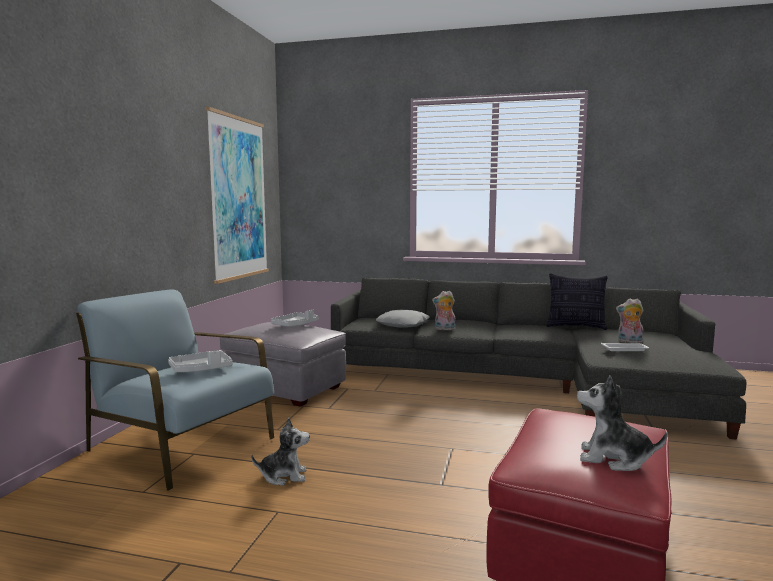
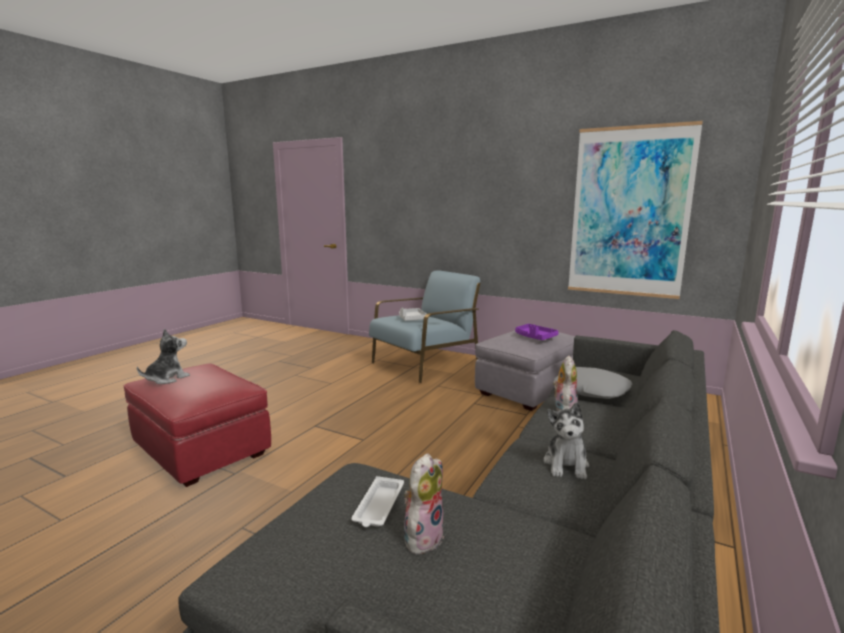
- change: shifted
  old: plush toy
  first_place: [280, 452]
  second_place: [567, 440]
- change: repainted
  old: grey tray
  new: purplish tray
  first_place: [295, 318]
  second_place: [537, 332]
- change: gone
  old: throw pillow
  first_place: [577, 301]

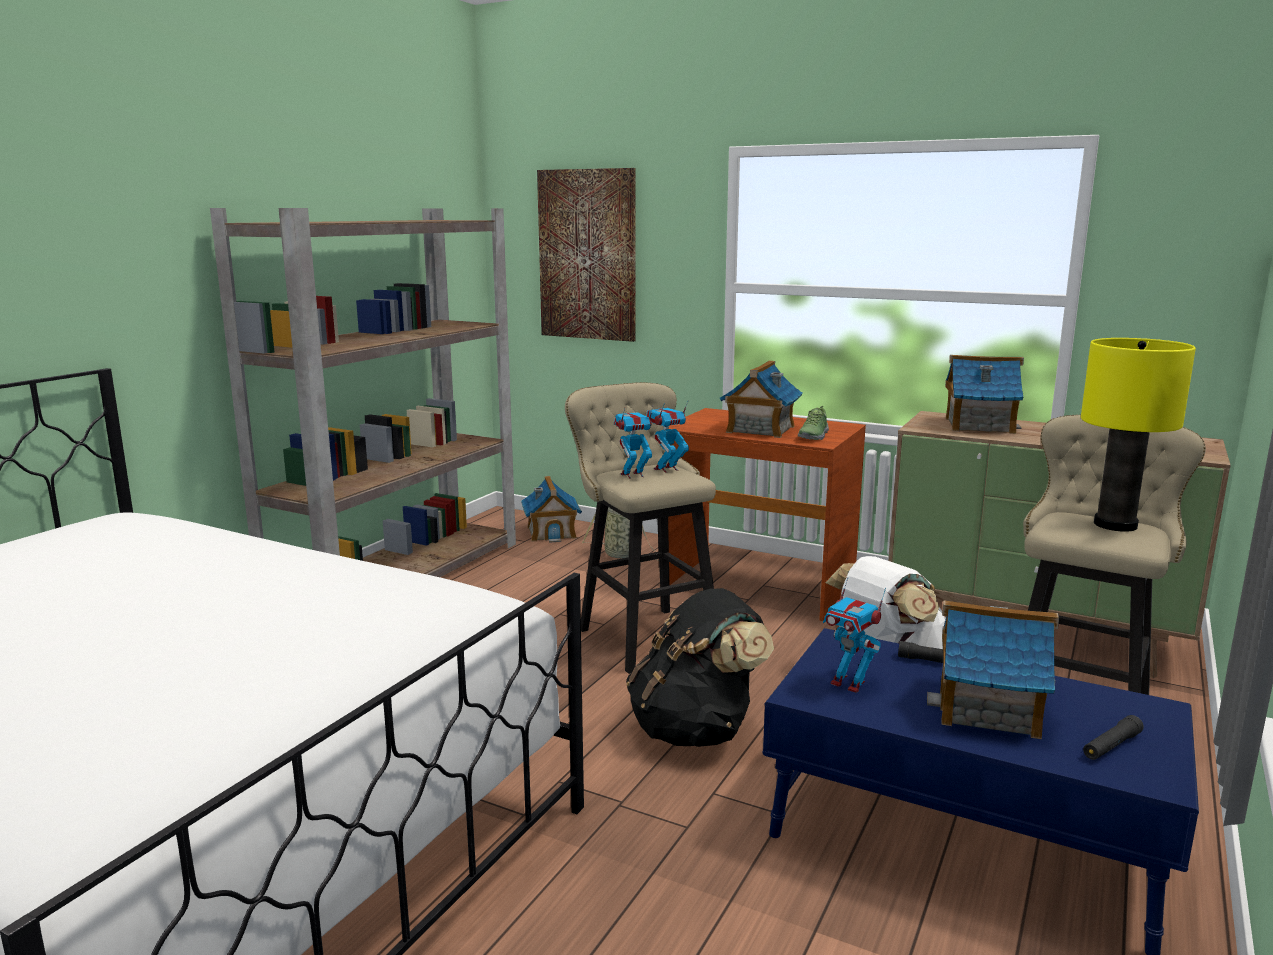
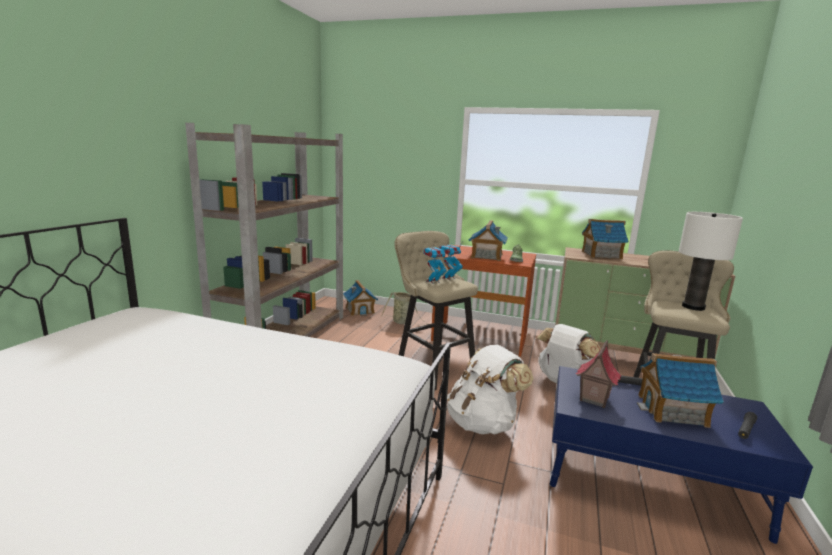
- change: gone
  old: picture
  first_place: [586, 255]
- change: repainted
  old: black-coloured backpack
  new: whitish backpack
  first_place: [700, 667]
  second_place: [490, 390]
- change: swapped
  old: robot figure
  new: miniature house
  first_place: [854, 635]
  second_place: [598, 374]
- change: repainted
  old: yellowish table lamp
  new: whitish table lamp
  first_place: [1138, 435]
  second_place: [711, 261]

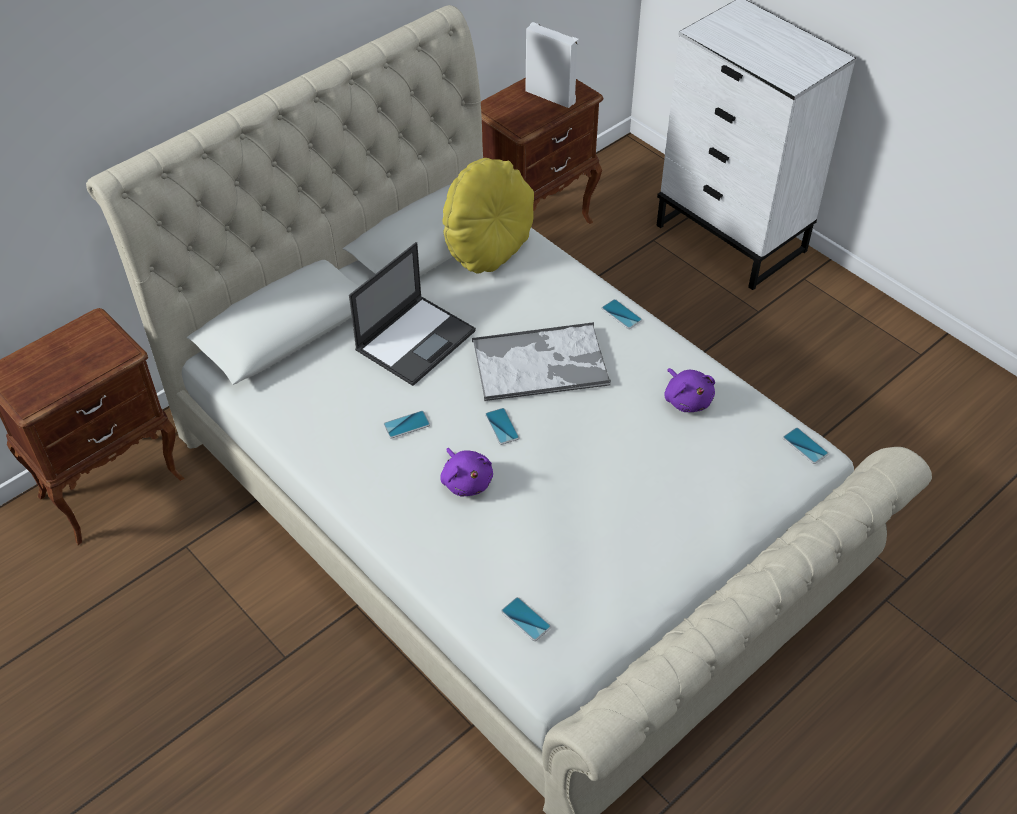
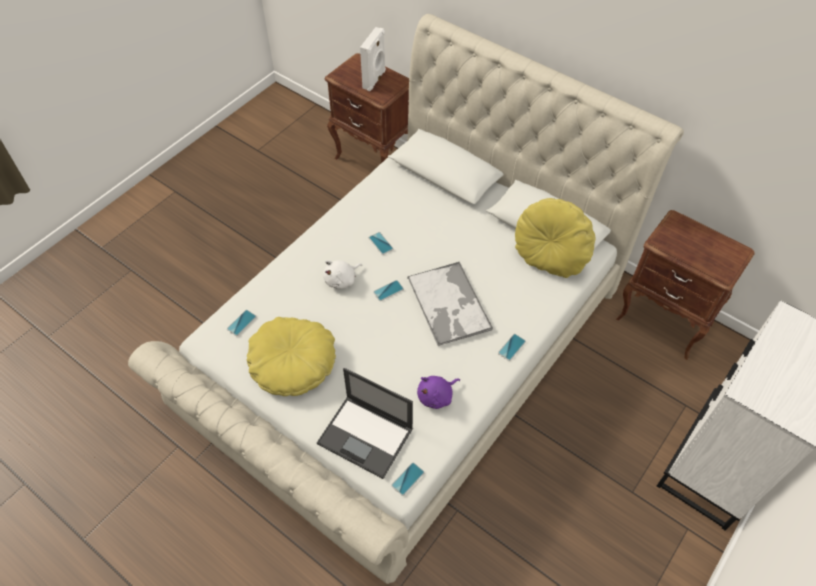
- change: shifted
  old: laptop
  first_place: [412, 314]
  second_place: [365, 423]
- change: repainted
  old: purplish plush toy
  new: whitish plush toy
  first_place: [466, 472]
  second_place: [342, 274]
- change: shifted
  old: whitish audio speaker
  first_place: [552, 65]
  second_place: [373, 59]
- change: new
  new: yellowish throw pillow
  second_place: [291, 356]

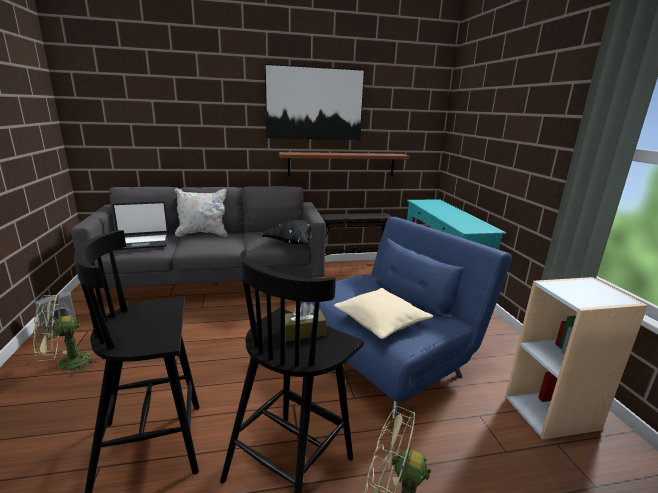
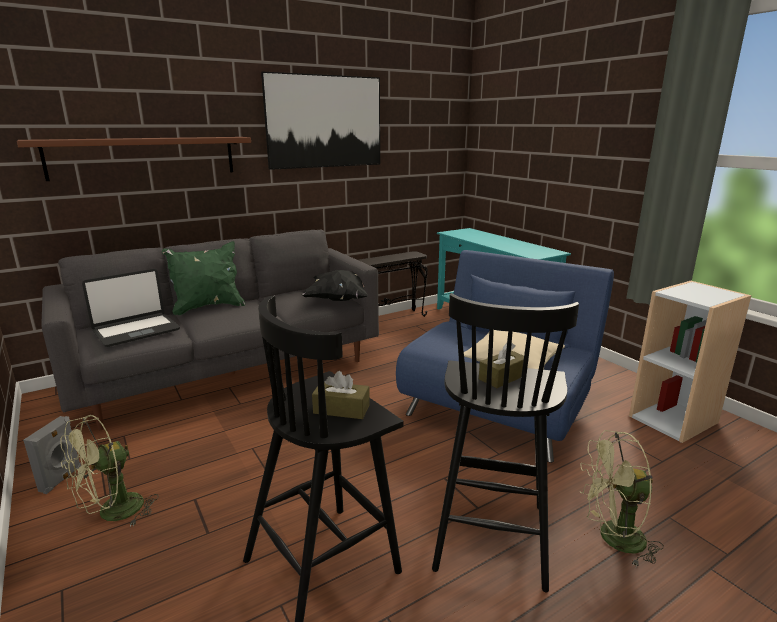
- change: repainted
  old: whitish throw pillow
  new: green throw pillow
  first_place: [200, 212]
  second_place: [203, 278]
- change: shifted
  old: brownish wall shelf
  first_place: [344, 164]
  second_place: [134, 159]
- change: new
  new: brownish tissue holder
  second_place: [341, 395]

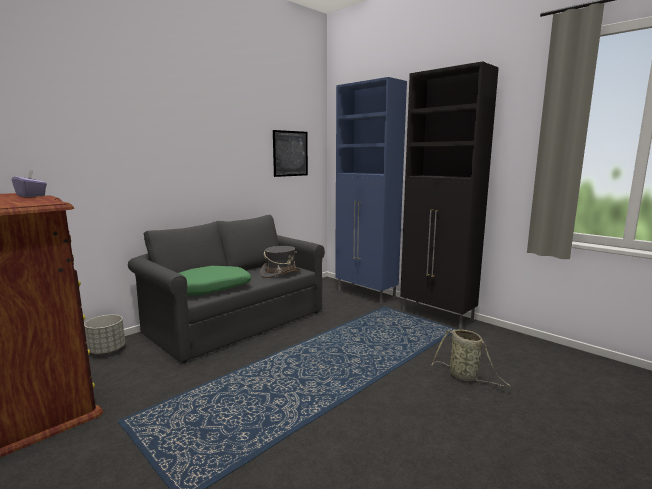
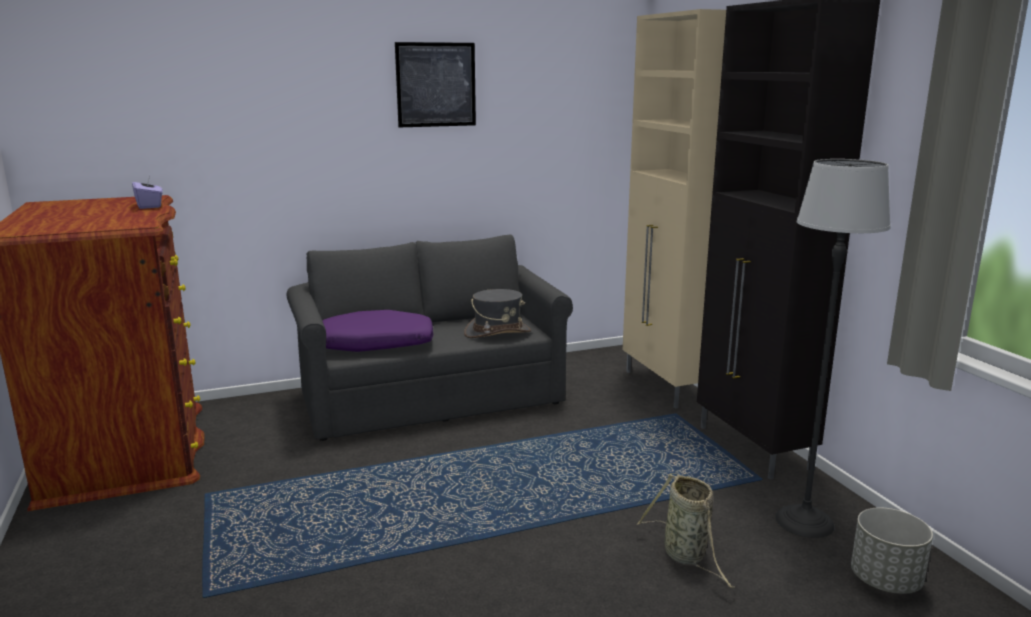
- change: shifted
  old: grey flower pot
  first_place: [104, 334]
  second_place: [892, 551]
- change: repainted
  old: green throw pillow
  new: purplish throw pillow
  first_place: [215, 280]
  second_place: [378, 331]
- change: shifted
  old: picture
  first_place: [290, 153]
  second_place: [435, 84]
- change: repainted
  old: bluish cabinet
  new: beige cabinet
  first_place: [371, 190]
  second_place: [674, 209]
- change: new
  new: floor lamp
  second_place: [833, 348]

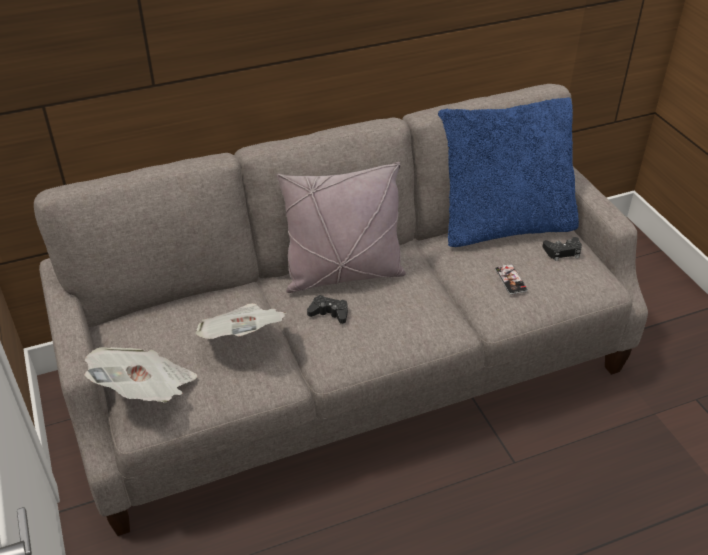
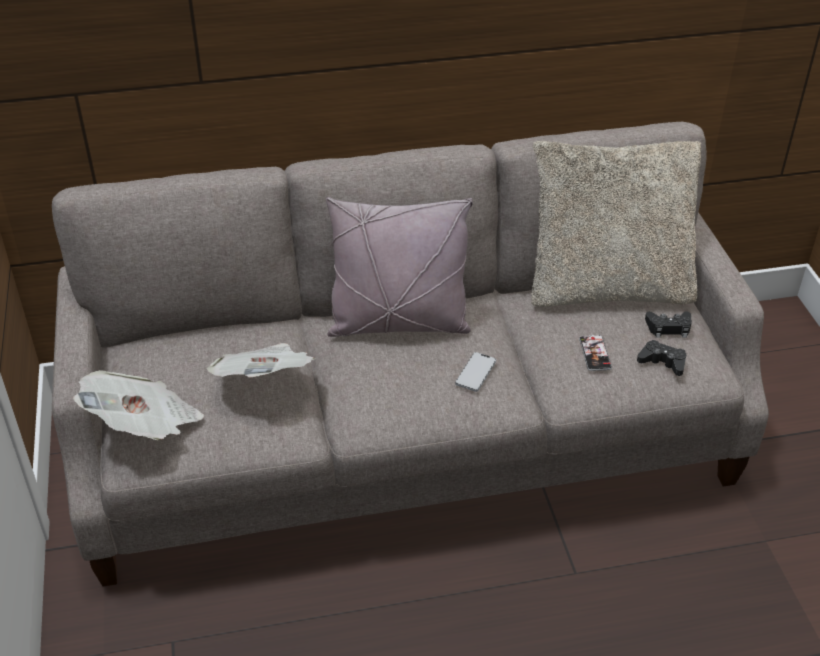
- change: shifted
  old: black-coloured game controller
  first_place: [327, 309]
  second_place: [661, 358]
- change: repainted
  old: bluish throw pillow
  new: beige throw pillow
  first_place: [508, 172]
  second_place: [616, 223]
- change: new
  new: handset
  second_place: [475, 372]

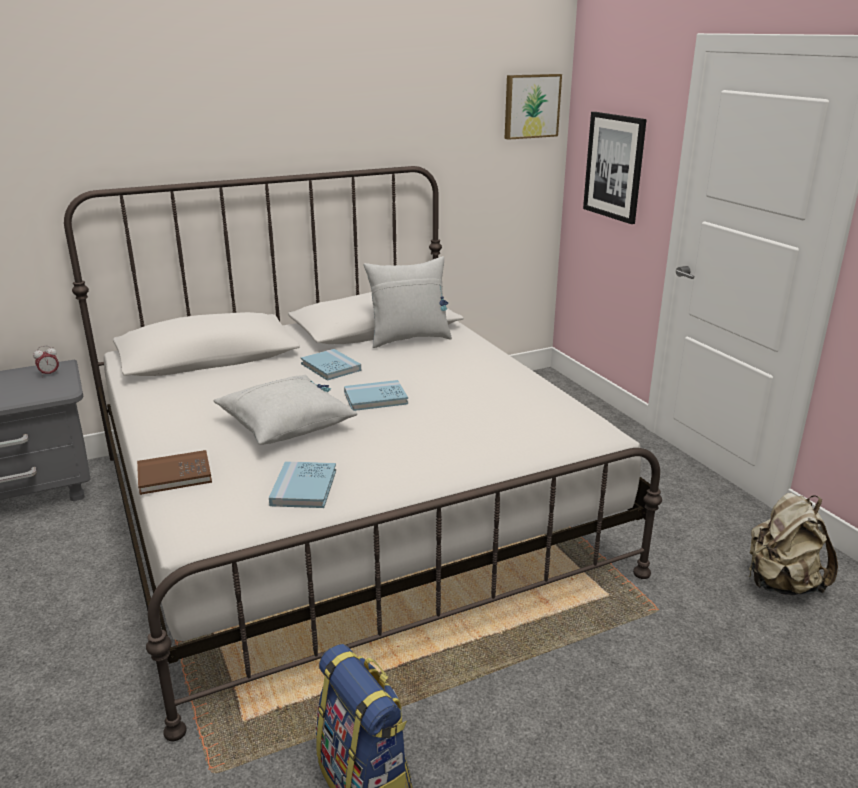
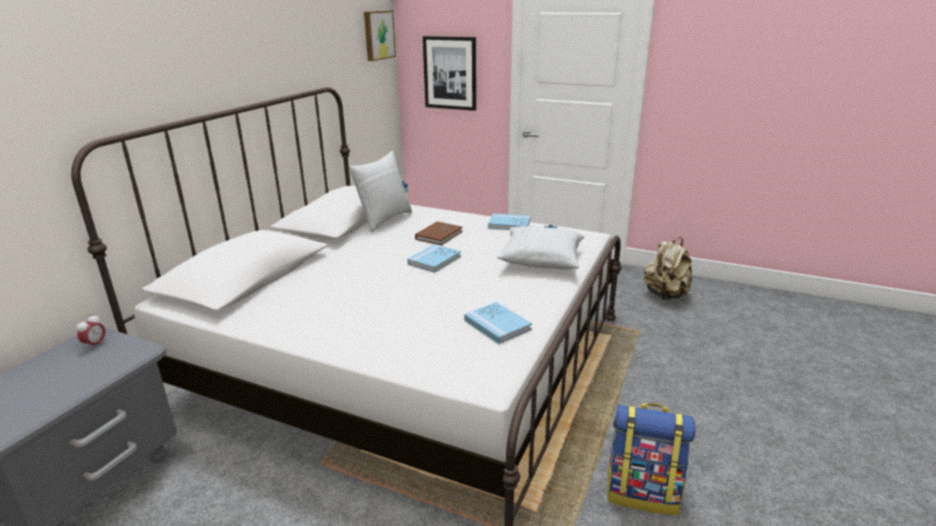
- change: shifted
  old: brownish book
  first_place: [174, 472]
  second_place: [439, 233]
- change: shifted
  old: grey throw pillow
  first_place: [285, 410]
  second_place: [540, 247]
- change: shifted
  old: bluish book
  first_place: [331, 365]
  second_place: [509, 221]

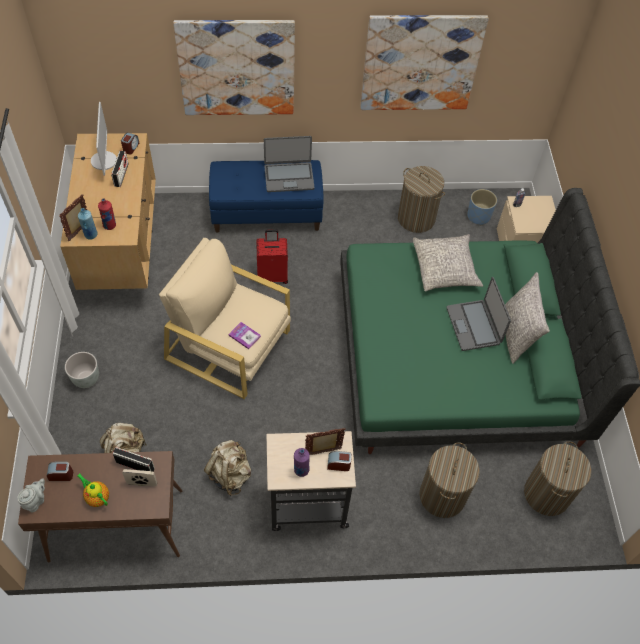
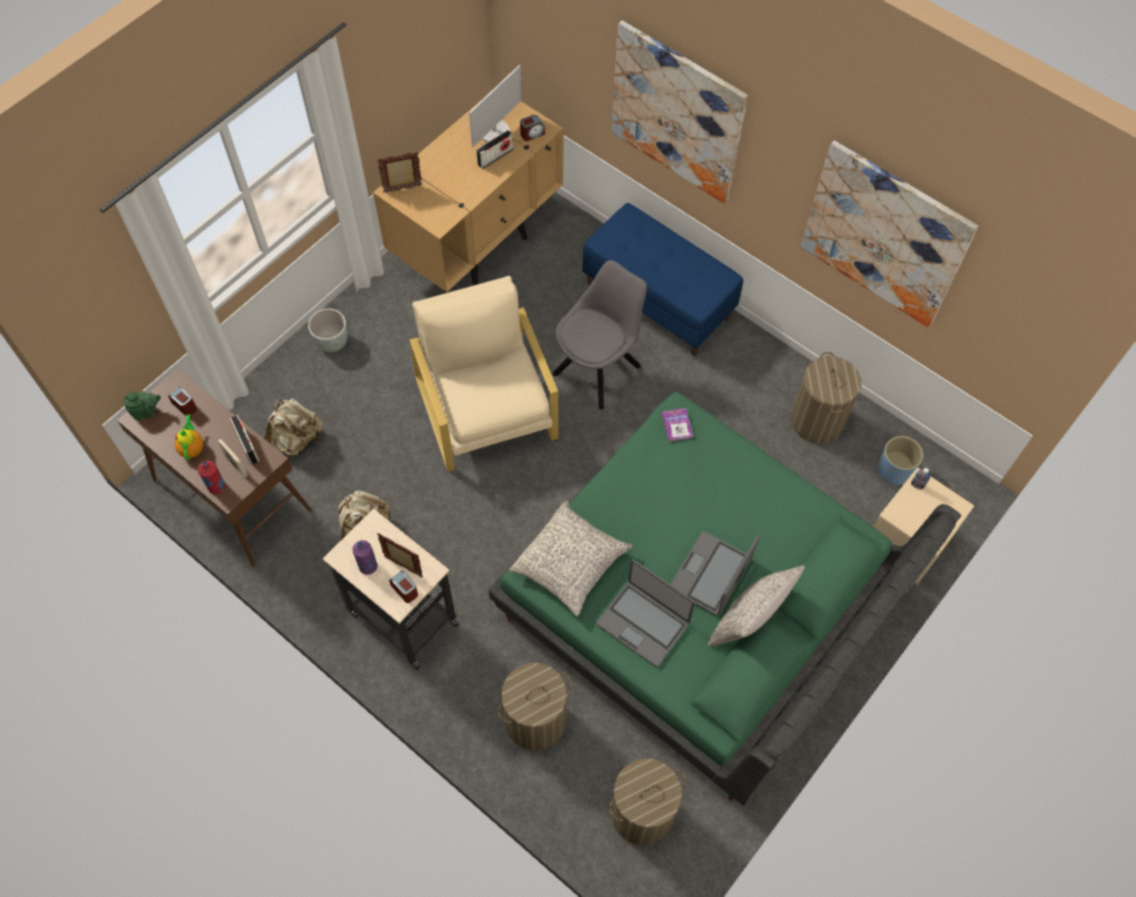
- change: repainted
  old: grey teapot
  new: green teapot
  first_place: [31, 496]
  second_place: [142, 406]
- change: gone
  old: bluish drink bottle
  first_place: [88, 224]
- change: shifted
  old: red-coloured drink bottle
  first_place: [107, 214]
  second_place: [212, 477]
- change: shifted
  old: book
  first_place: [245, 335]
  second_place: [677, 425]
- change: swapped
  old: red-coloured suitcase
  new: grey upright chair
  first_place: [272, 257]
  second_place: [600, 334]
- change: shifted
  old: laptop
  first_place: [289, 164]
  second_place: [645, 613]
- change: shifted
  old: grey throw pillow
  first_place: [448, 262]
  second_place: [570, 558]

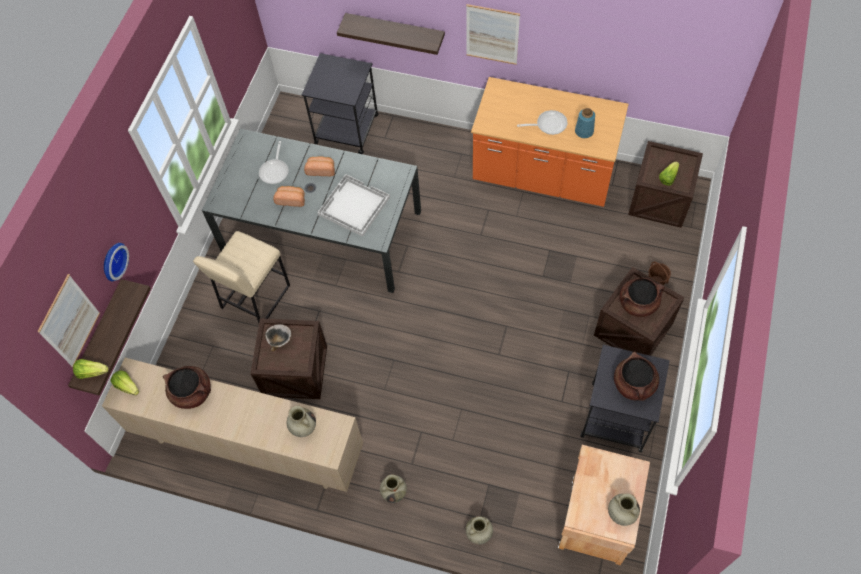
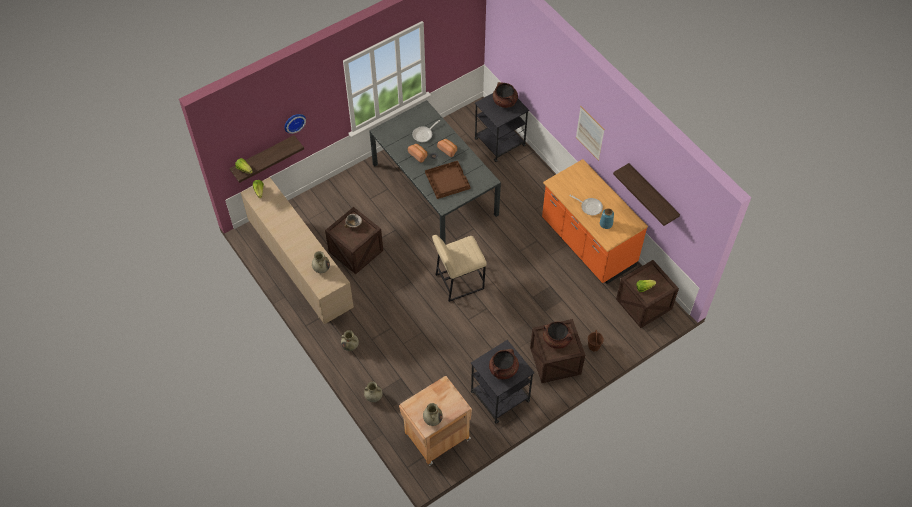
- change: gone
  old: picture
  first_place: [69, 320]
- change: shifted
  old: brownish stockpot
  first_place: [187, 387]
  second_place: [505, 95]
- change: shifted
  old: beige upright chair
  first_place: [241, 277]
  second_place: [459, 268]
- change: repainted
  old: whitish tray
  new: brownish tray
  first_place: [353, 205]
  second_place: [448, 180]
- change: shifted
  old: wall shelf
  first_place: [391, 34]
  second_place: [646, 194]

